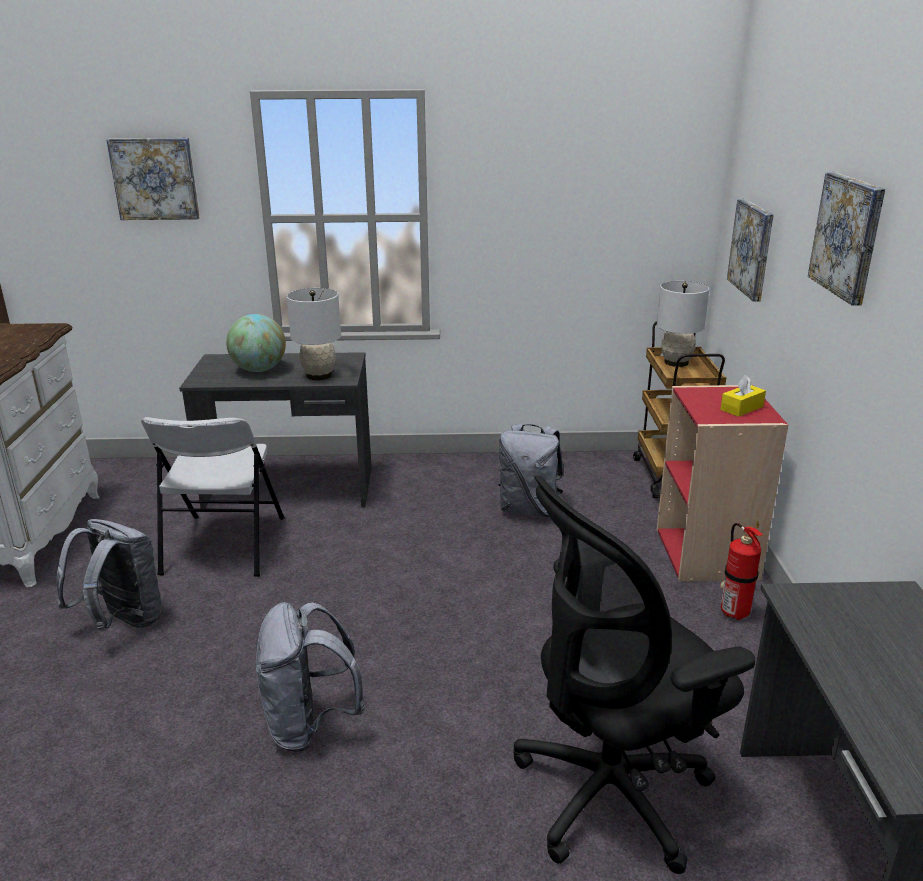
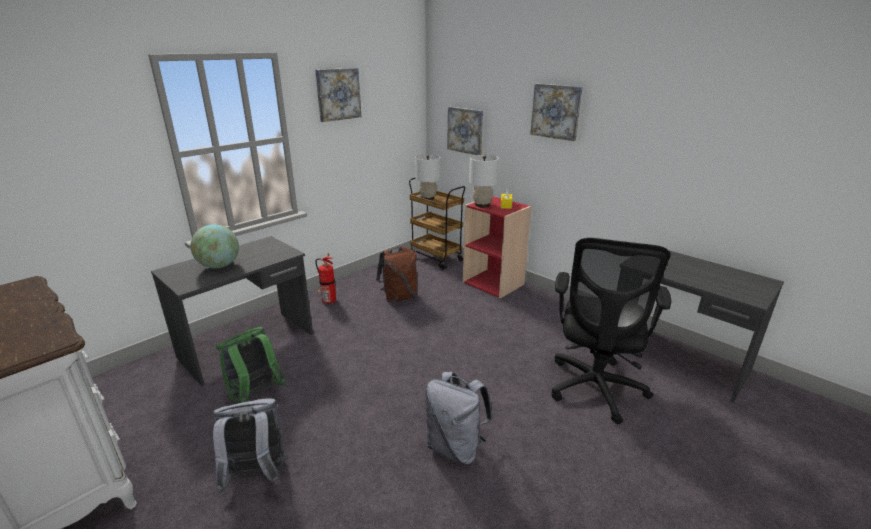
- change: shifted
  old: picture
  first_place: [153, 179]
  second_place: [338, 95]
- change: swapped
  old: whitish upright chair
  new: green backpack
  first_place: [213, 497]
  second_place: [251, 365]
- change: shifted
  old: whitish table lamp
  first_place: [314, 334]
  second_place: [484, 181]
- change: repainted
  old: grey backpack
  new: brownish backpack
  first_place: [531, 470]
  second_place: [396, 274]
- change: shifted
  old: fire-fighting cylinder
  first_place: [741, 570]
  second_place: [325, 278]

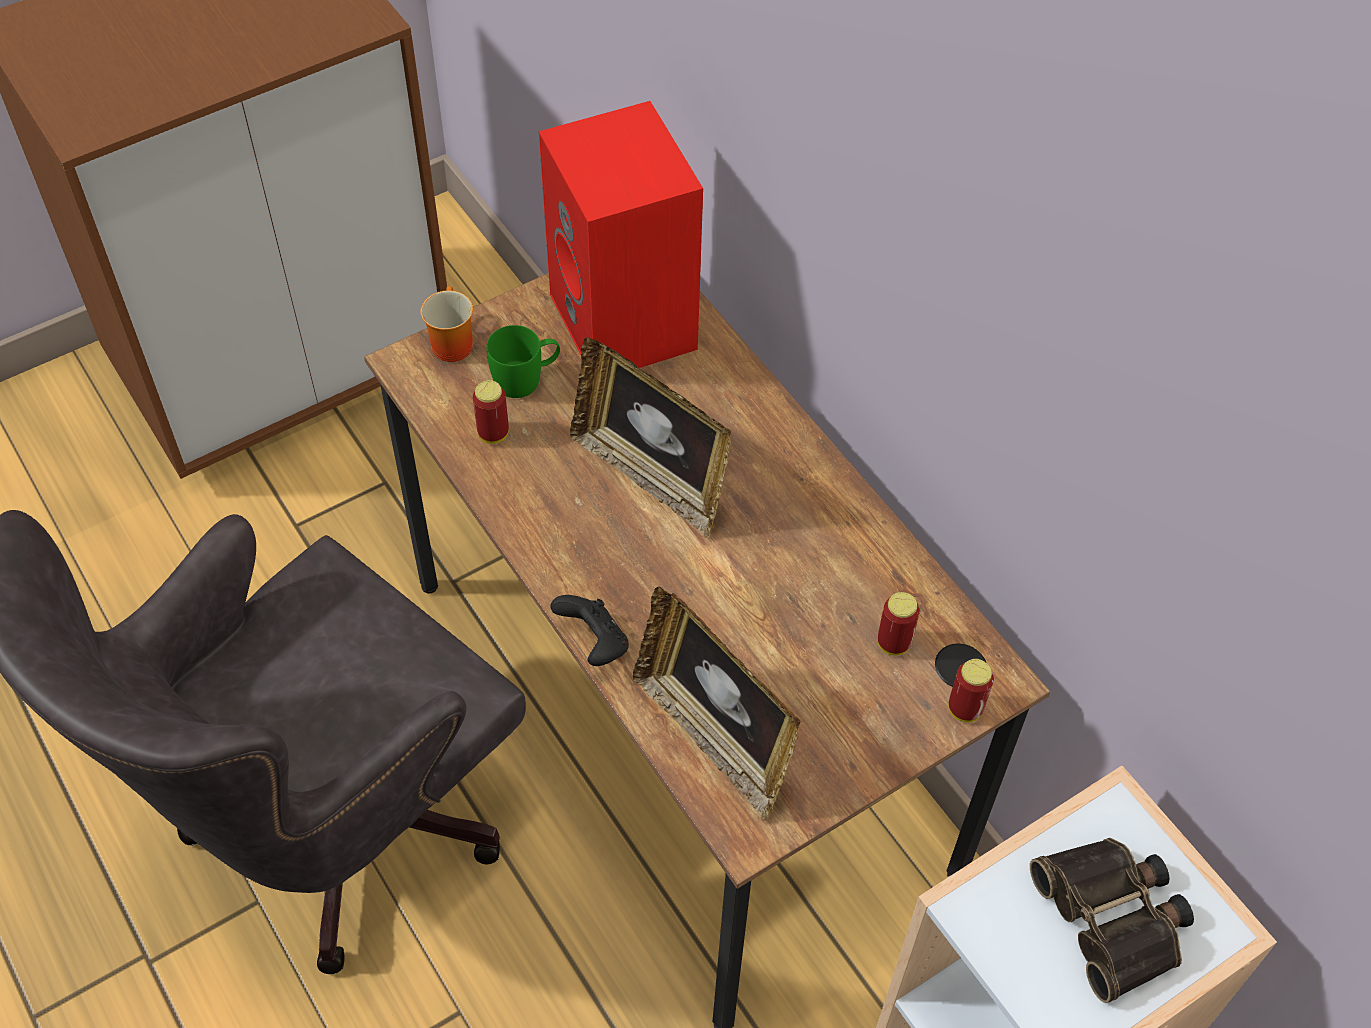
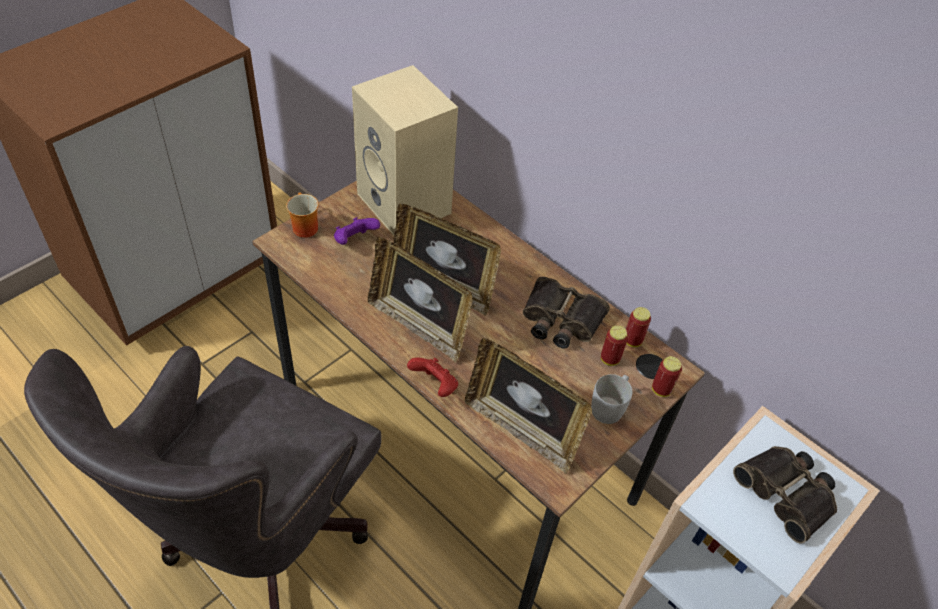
- change: shifted
  old: can
  first_place: [491, 412]
  second_place: [638, 327]
- change: swapped
  old: green coffee mug
  new: purplish game controller
  first_place: [523, 361]
  second_place: [357, 231]
- change: repainted
  old: red-coloured audio speaker
  new: beige audio speaker
  first_place: [621, 234]
  second_place: [405, 150]
- change: repainted
  old: black-coloured game controller
  new: red-coloured game controller
  first_place: [589, 630]
  second_place: [432, 377]
- change: new
  new: photo frame
  second_place: [420, 300]
- change: new
  new: field glasses
  second_place: [566, 312]
- change: new
  new: whitish coffee mug
  second_place: [611, 399]

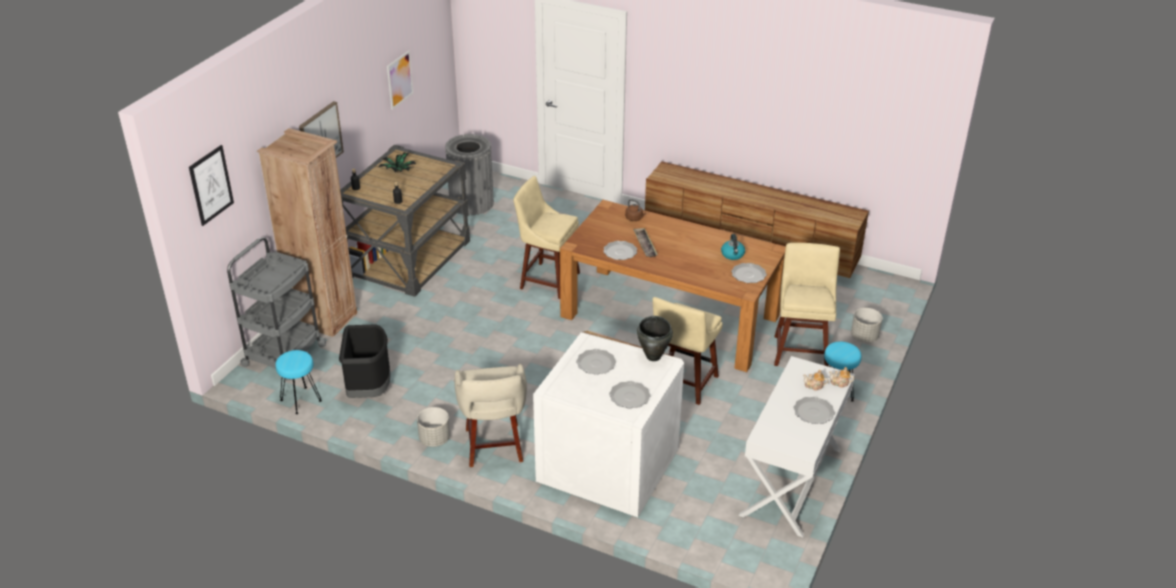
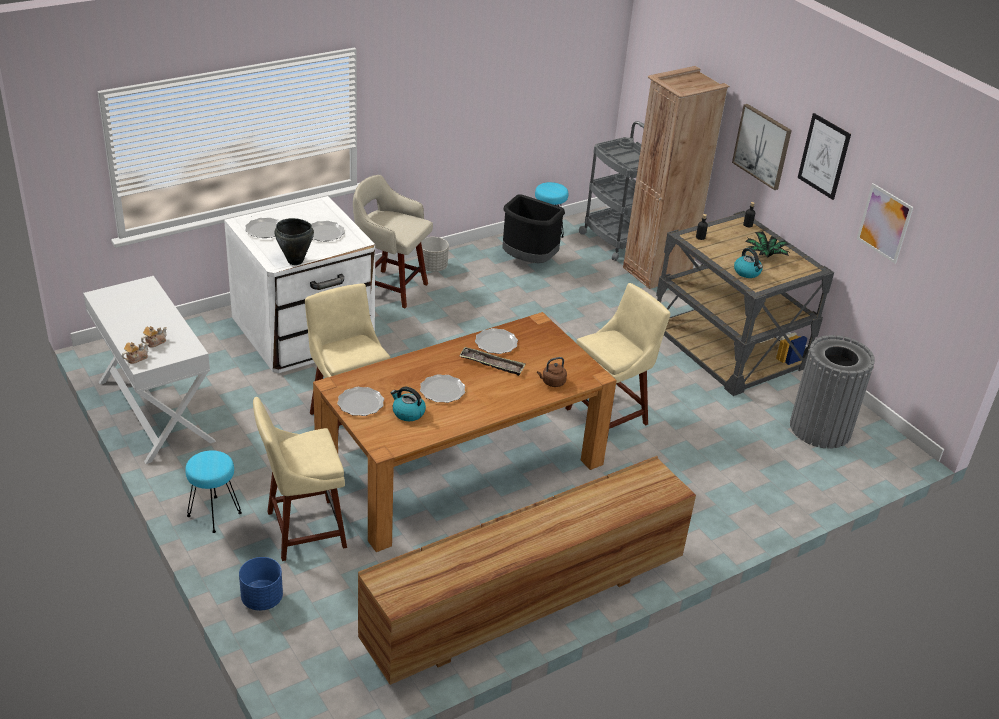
- change: shifted
  old: picture
  first_place: [211, 185]
  second_place: [824, 156]
- change: rotated
  old: beige upright chair
  first_place: [807, 304]
  second_place: [300, 479]
  degrees: 120
- change: shifted
  old: plate
  first_place: [814, 410]
  second_place: [442, 388]
- change: repainted
  old: grey flower pot
  new: bluish flower pot
  first_place: [867, 325]
  second_place: [261, 584]
- change: new
  new: kettle
  second_place: [748, 263]

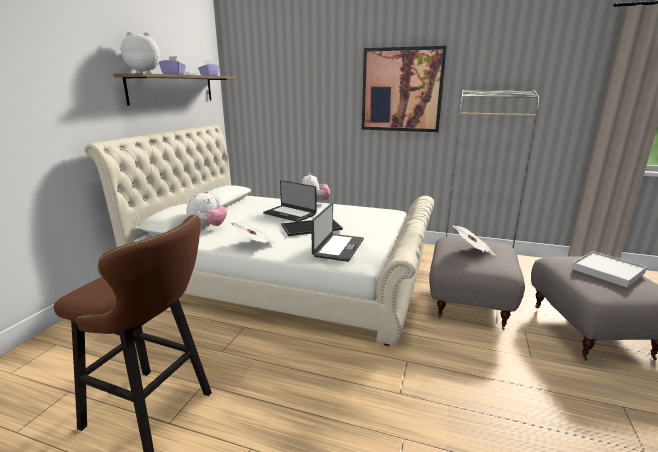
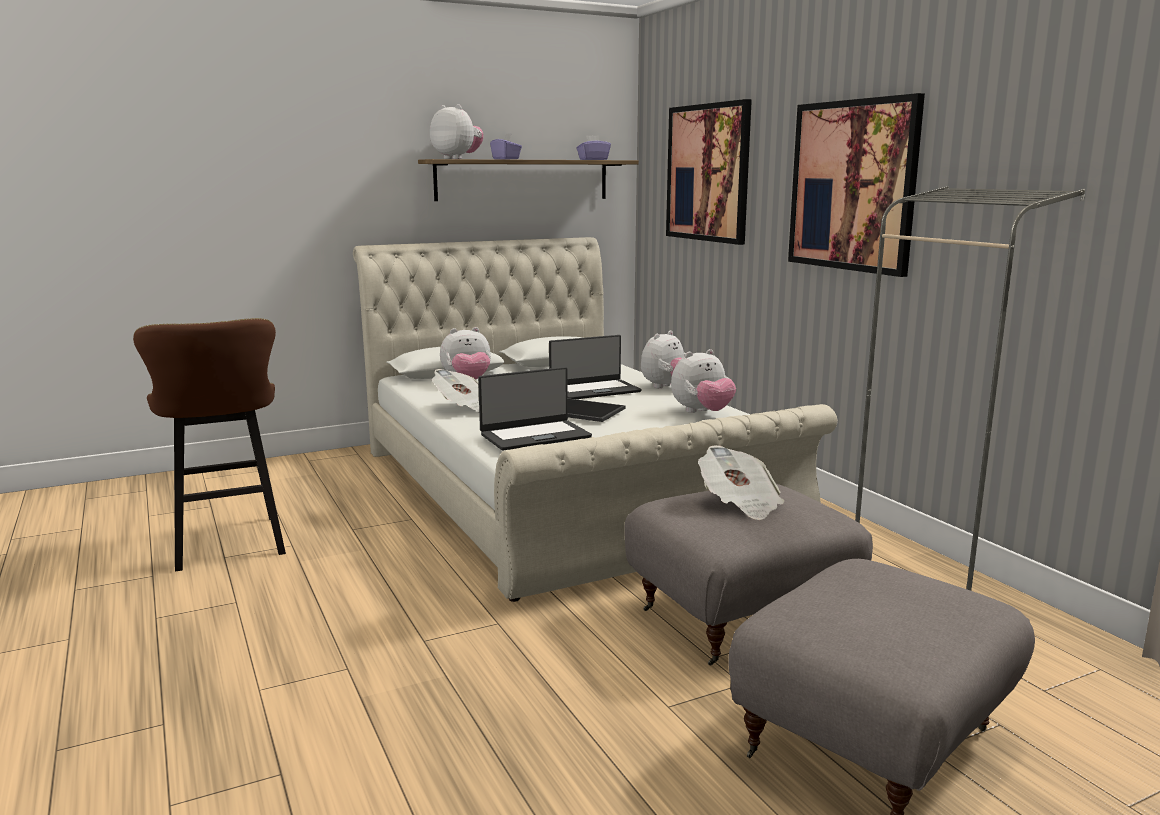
- change: rotated
  old: laptop
  first_place: [290, 201]
  second_place: [595, 367]
  degrees: -105
- change: gone
  old: whitish tray
  first_place: [609, 269]
- change: new
  new: picture
  second_place: [709, 172]
- change: new
  new: plush toy
  second_place: [703, 381]

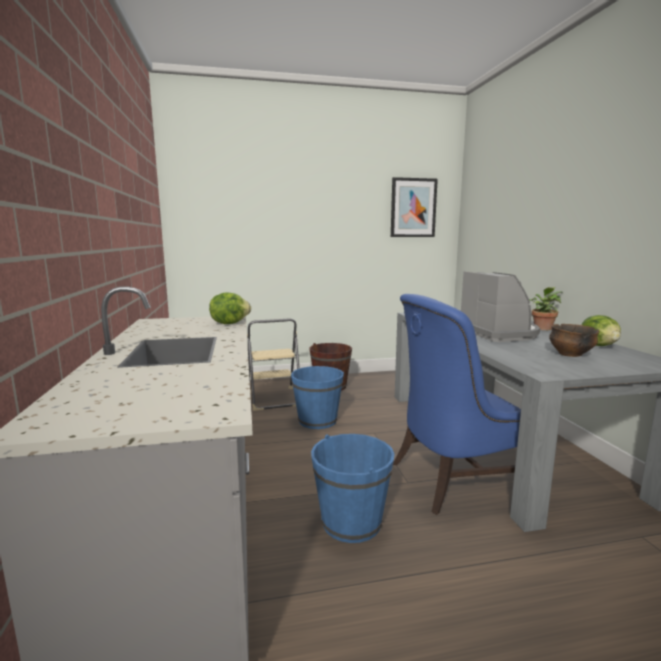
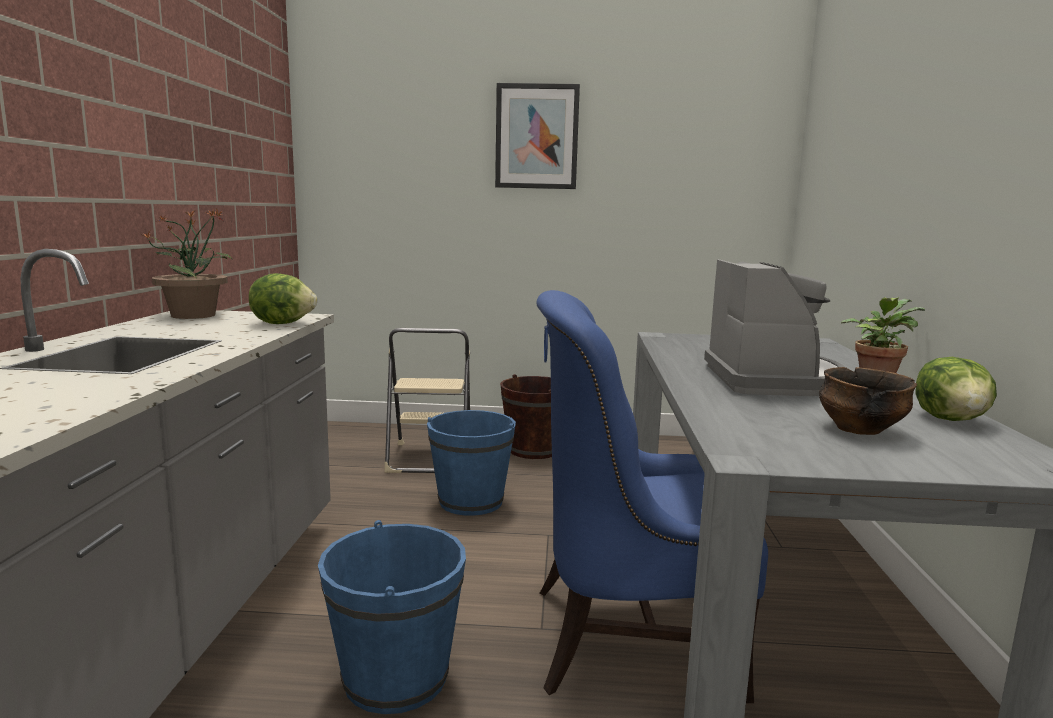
- change: shifted
  old: picture
  first_place: [414, 207]
  second_place: [537, 136]
- change: new
  new: houseplant
  second_place: [188, 263]

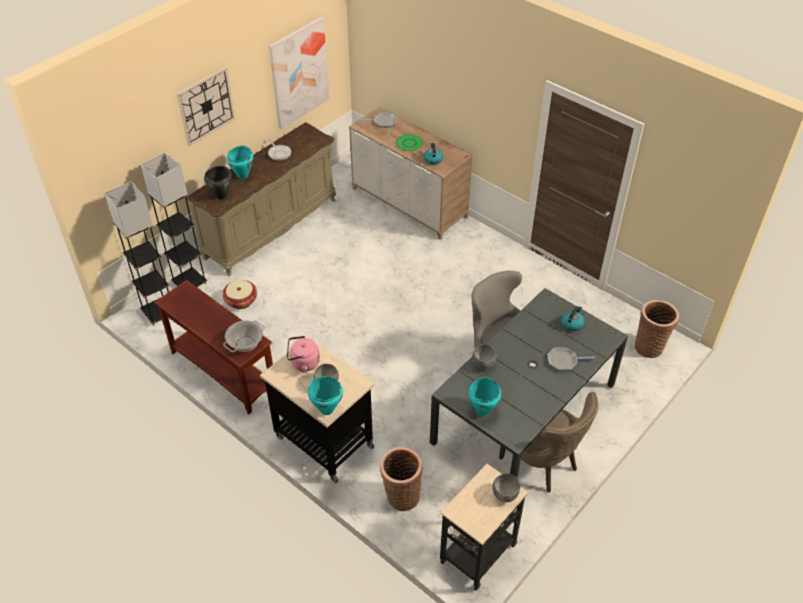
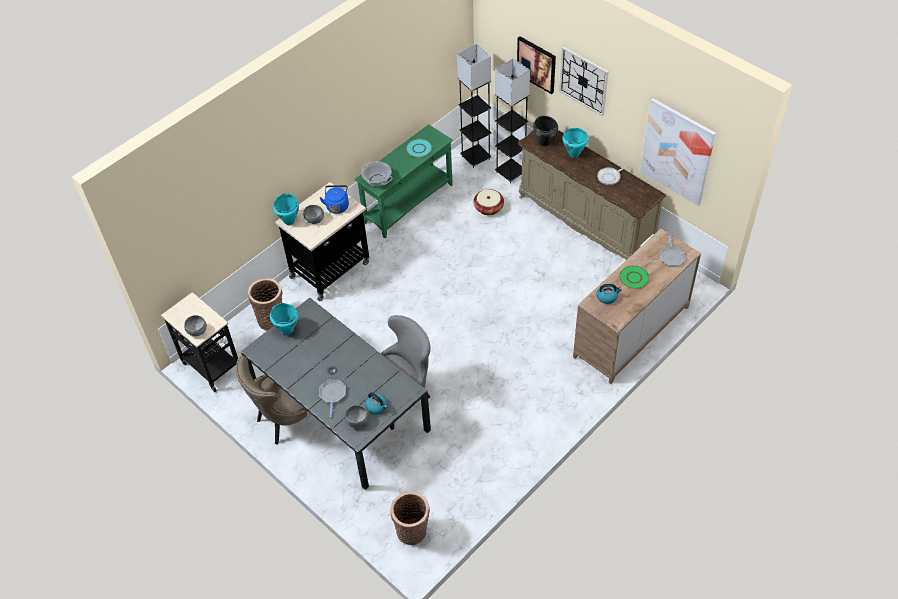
- change: repainted
  old: brownish hall table
  new: green hall table
  first_place: [213, 347]
  second_place: [403, 181]
- change: repainted
  old: pinkish kettle
  new: bluish kettle
  first_place: [303, 354]
  second_place: [334, 199]
- change: shifted
  old: grey serving bowl
  first_place: [485, 357]
  second_place: [356, 416]
- change: new
  new: turquoise plate
  second_place: [419, 148]
- change: new
  new: picture
  second_place: [536, 65]

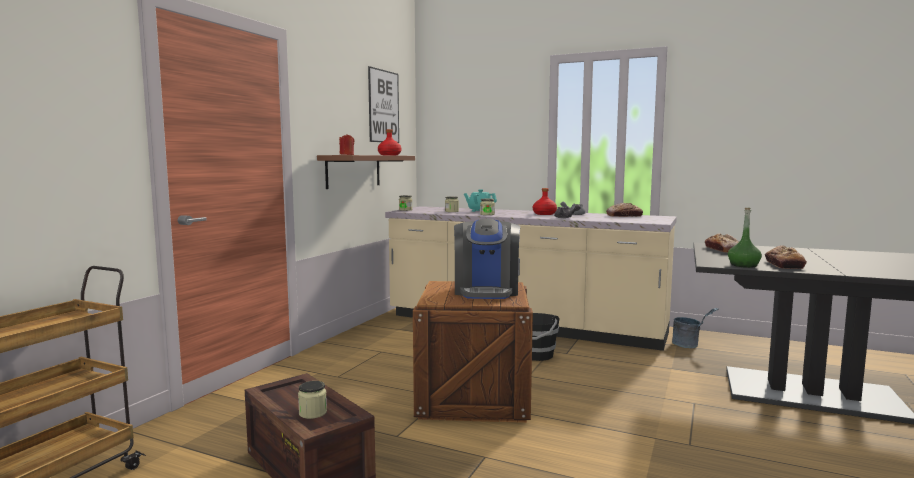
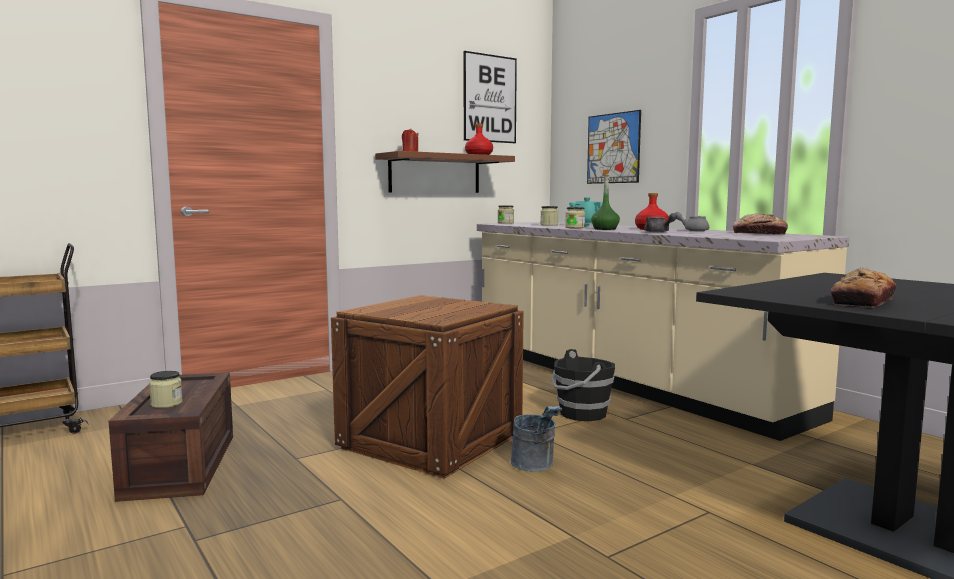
- change: gone
  old: coffee brewer
  first_place: [487, 259]
- change: shifted
  old: grey pail
  first_place: [695, 328]
  second_place: [536, 439]
- change: gone
  old: bakery bread
  first_place: [722, 243]
- change: shifted
  old: green drink bottle
  first_place: [745, 238]
  second_place: [605, 202]
- change: new
  new: picture
  second_place: [614, 147]

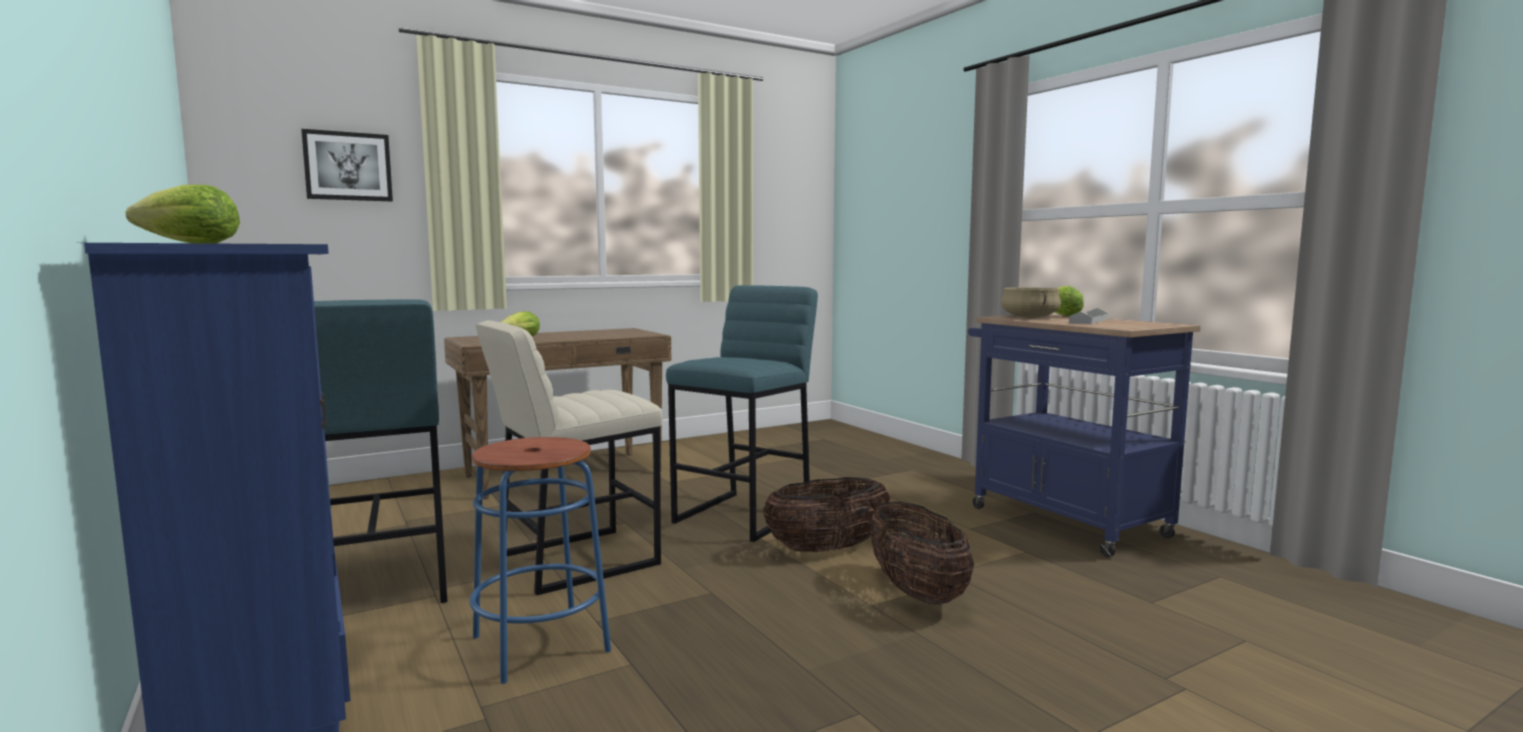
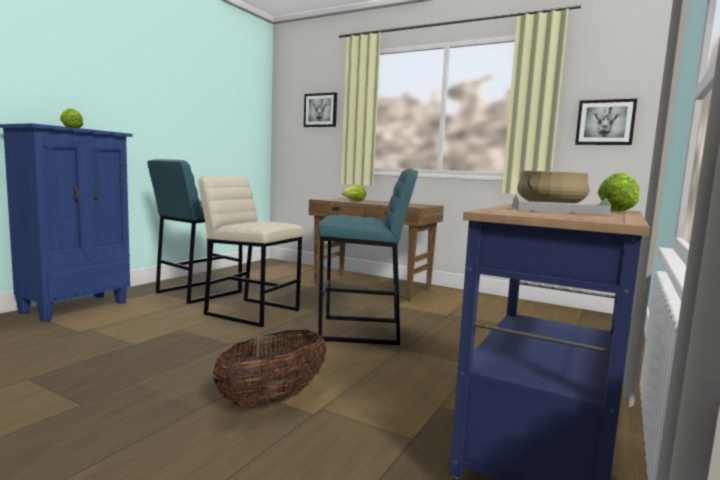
- change: gone
  old: bluish sitting stool
  first_place: [540, 560]
- change: gone
  old: basket
  first_place: [826, 515]
- change: new
  new: picture
  second_place: [606, 122]

